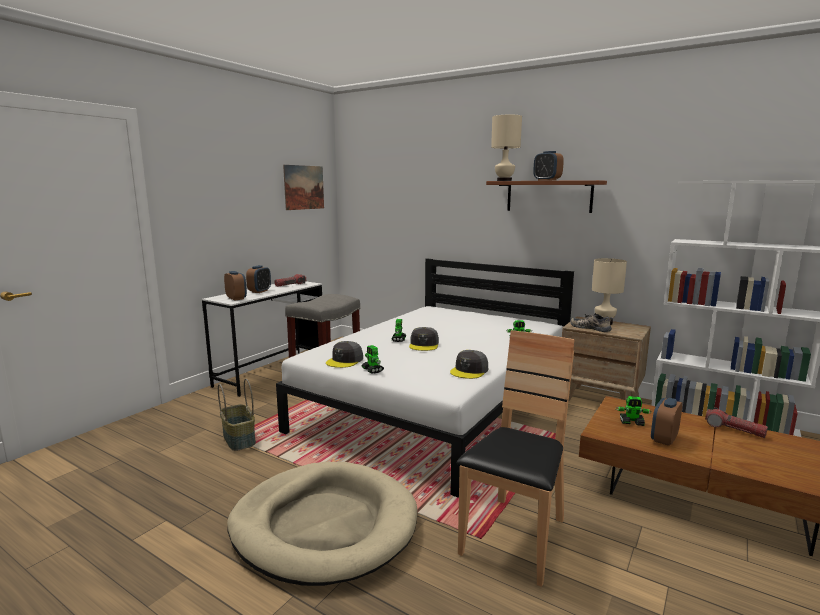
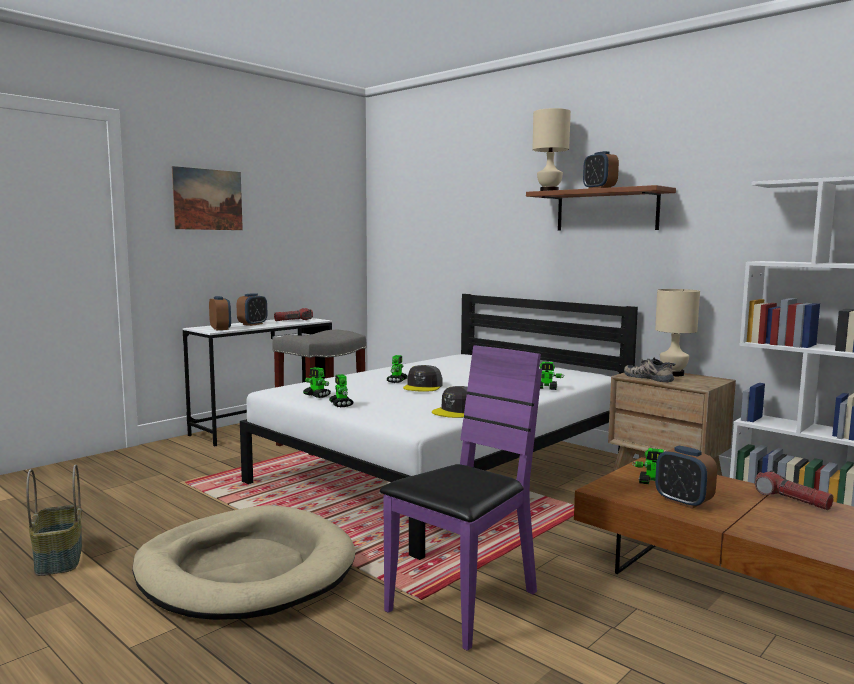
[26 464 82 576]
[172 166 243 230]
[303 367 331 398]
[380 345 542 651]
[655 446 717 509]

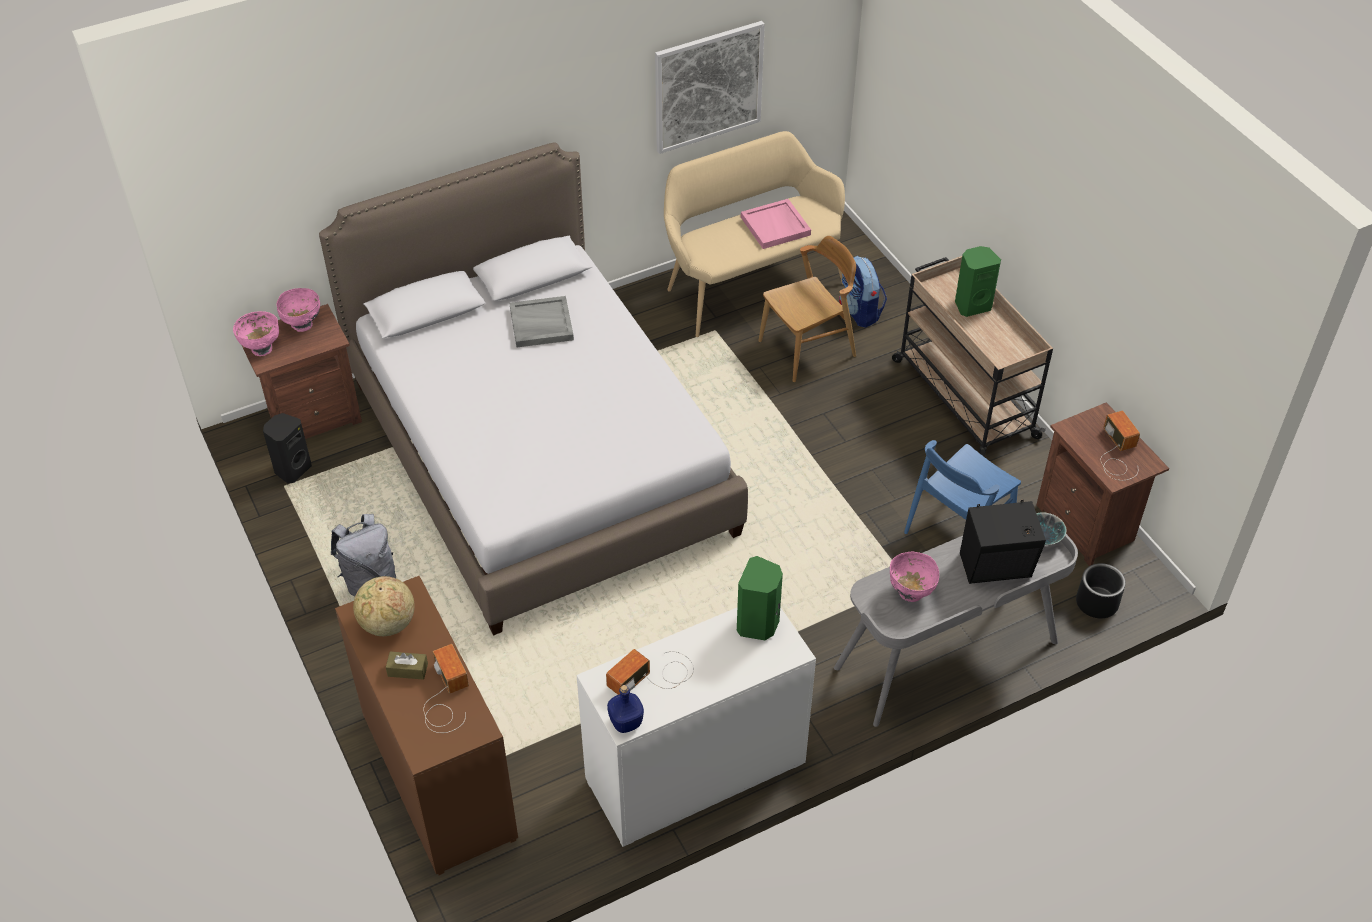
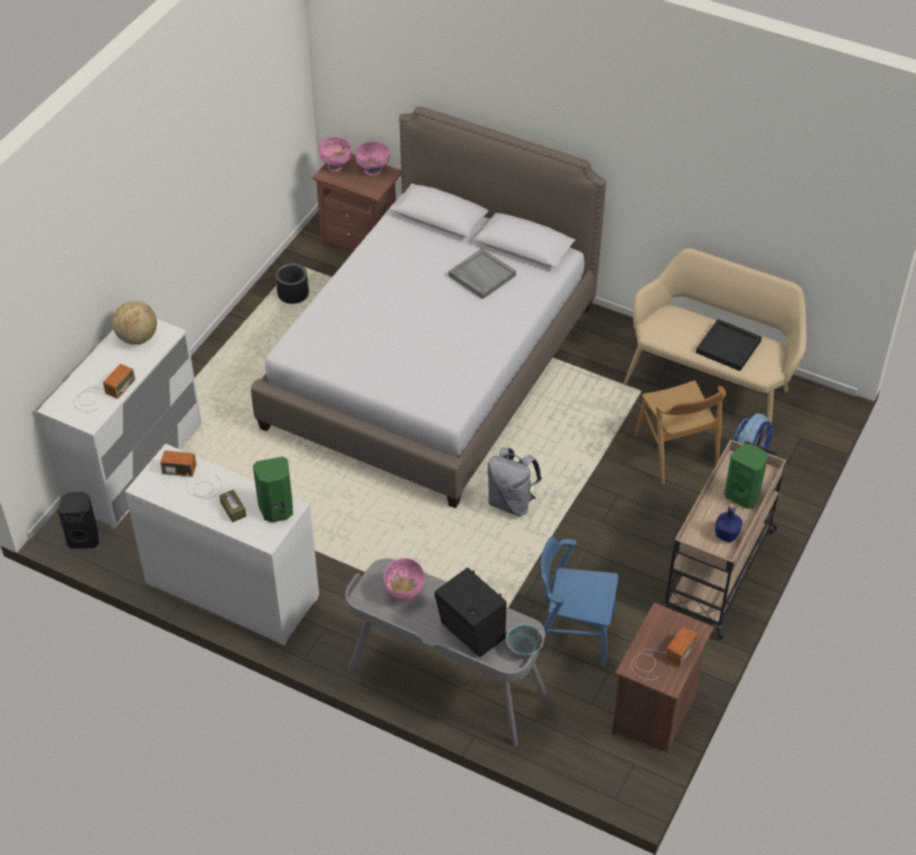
[58 492 99 549]
[488 448 542 516]
[37 319 202 529]
[219 490 246 522]
[715 504 743 542]
[655 21 765 154] (first image)
[696 319 762 371]
[634 380 726 484]
[276 263 309 304]

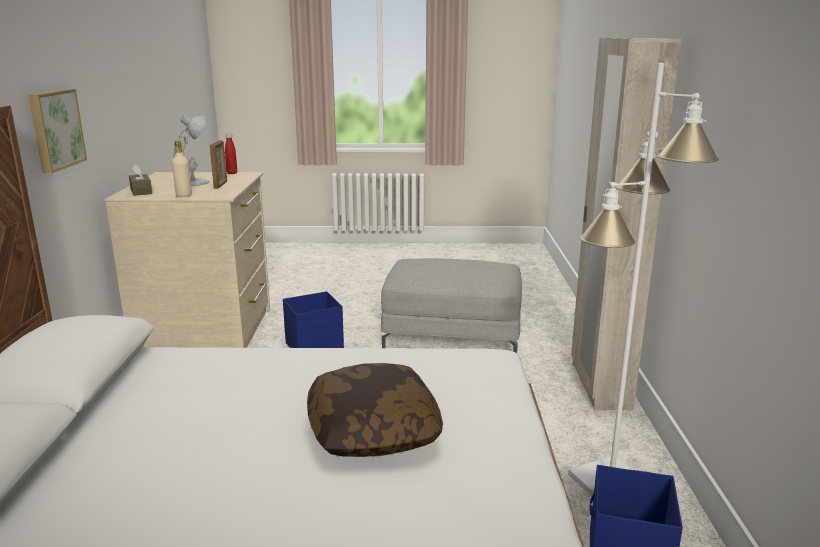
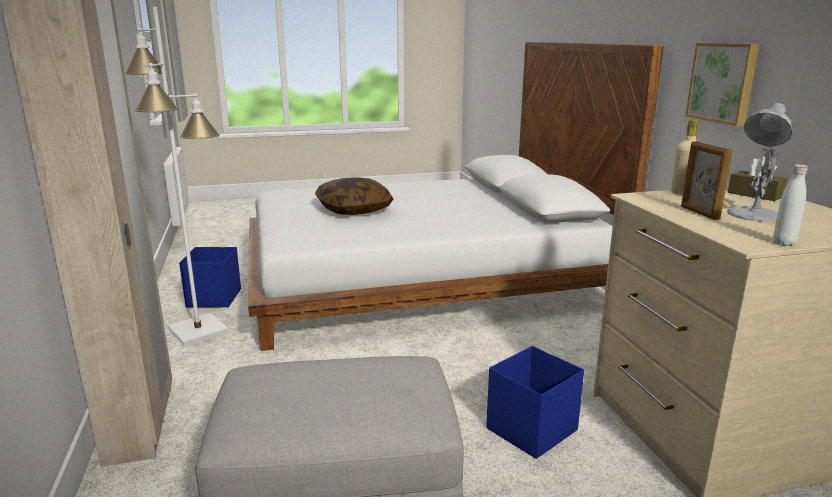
[773 164 808 246]

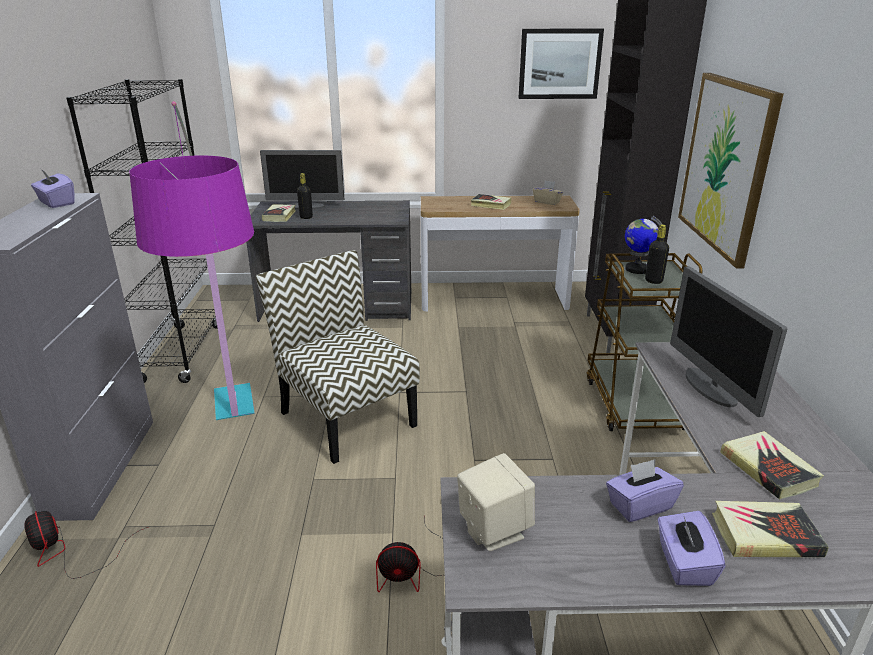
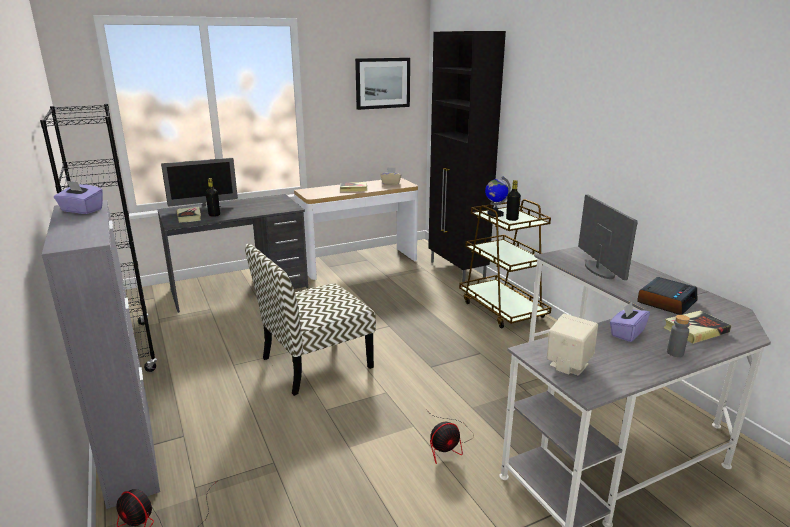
[129 101 255 420] (first image)
[245 244 376 396]
[667 315 690 357]
[578 195 638 280]
[678 73 784 268] (first image)
[637 277 697 315]

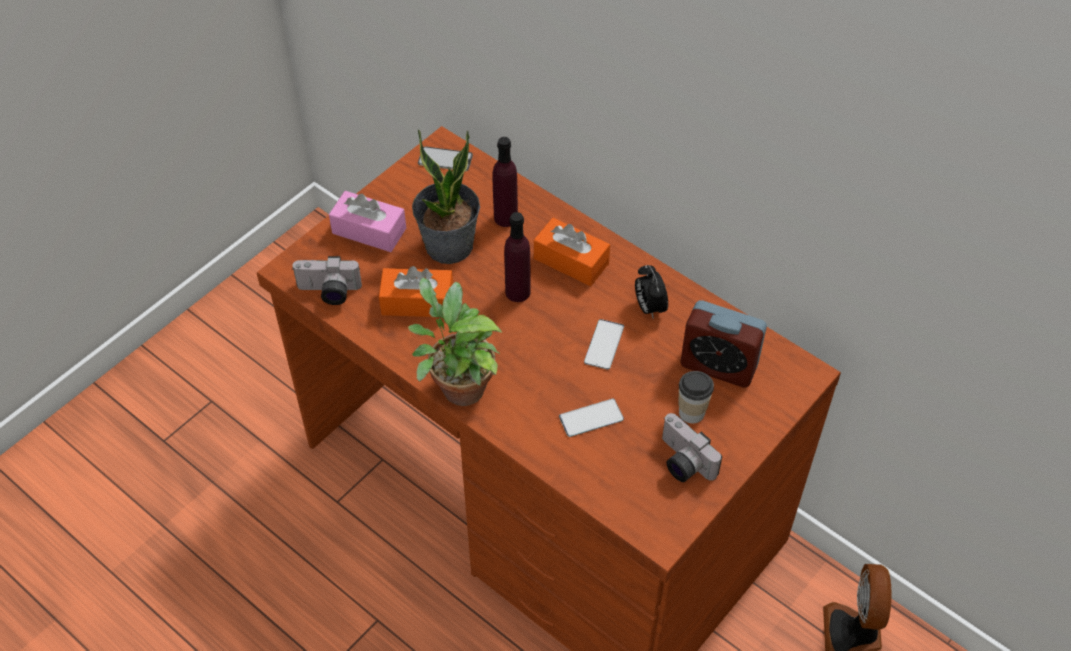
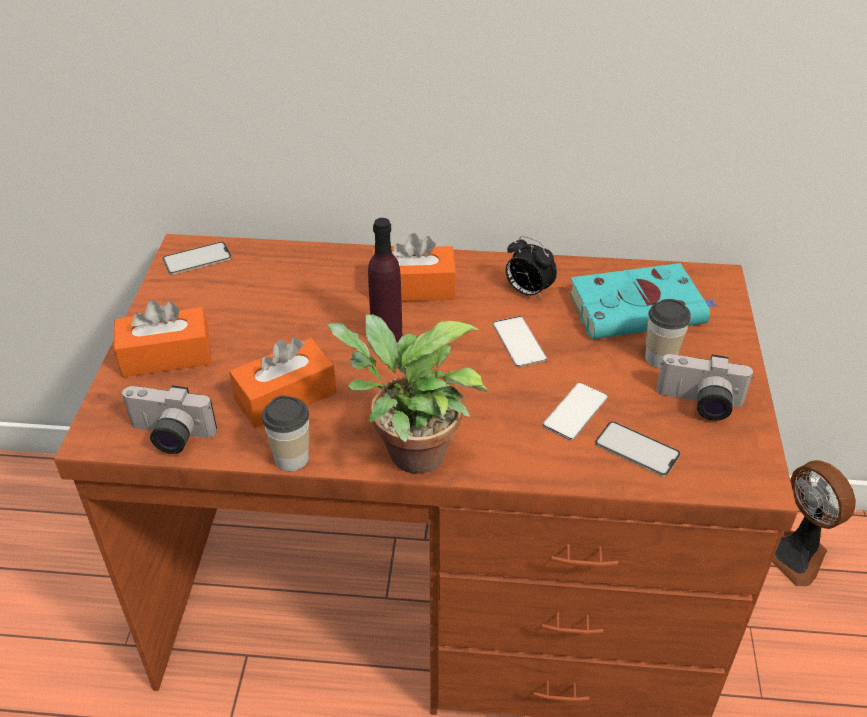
[122 385 217 454]
[114 300 212 377]
[412 129 480 264] (first image)
[493 137 518 227] (first image)
[569 263 718 339]
[262 395 309 471]
[595 421 681 477]

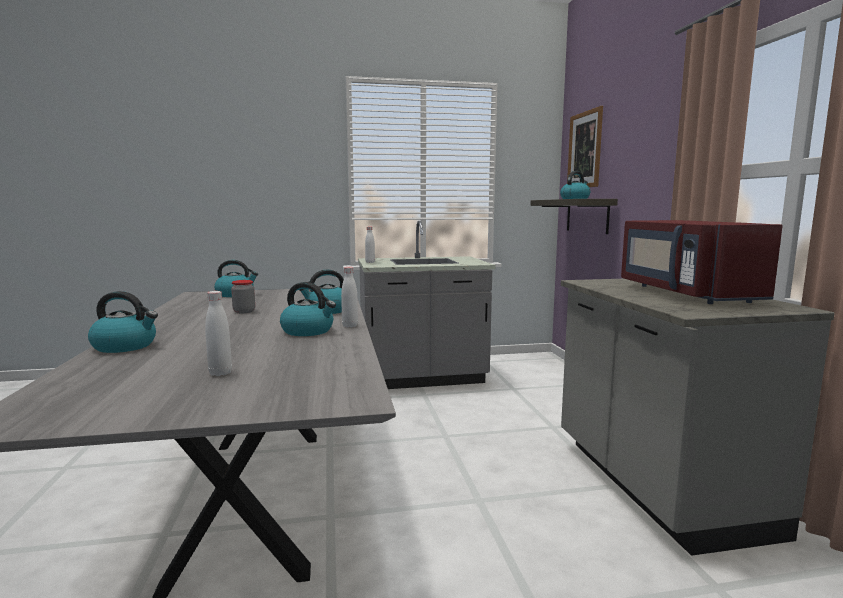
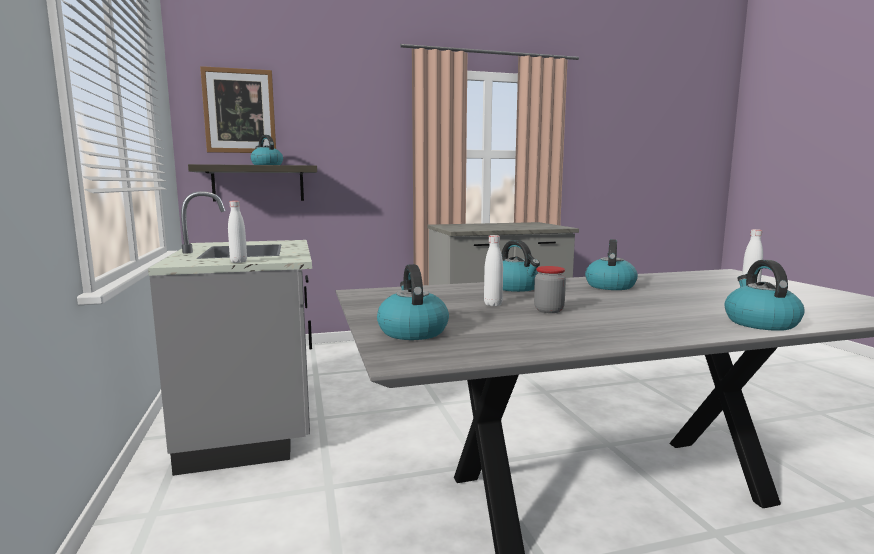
[484 235 503 306]
[621 220 783 304] (first image)

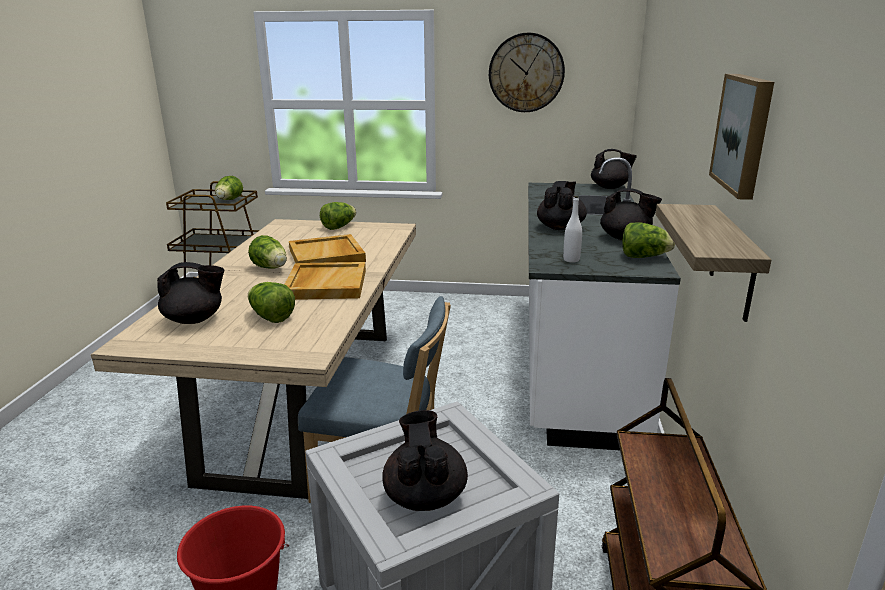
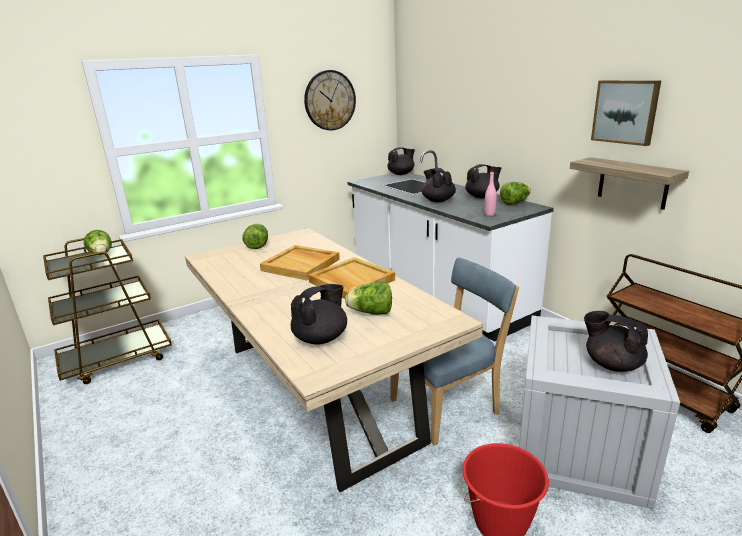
[248 235 287 269] (first image)
[484 171 497 216]

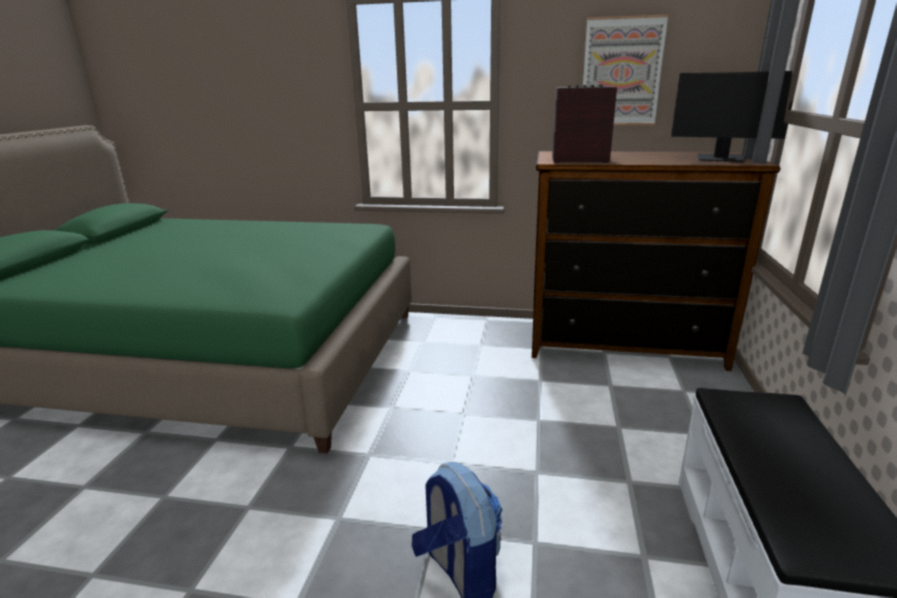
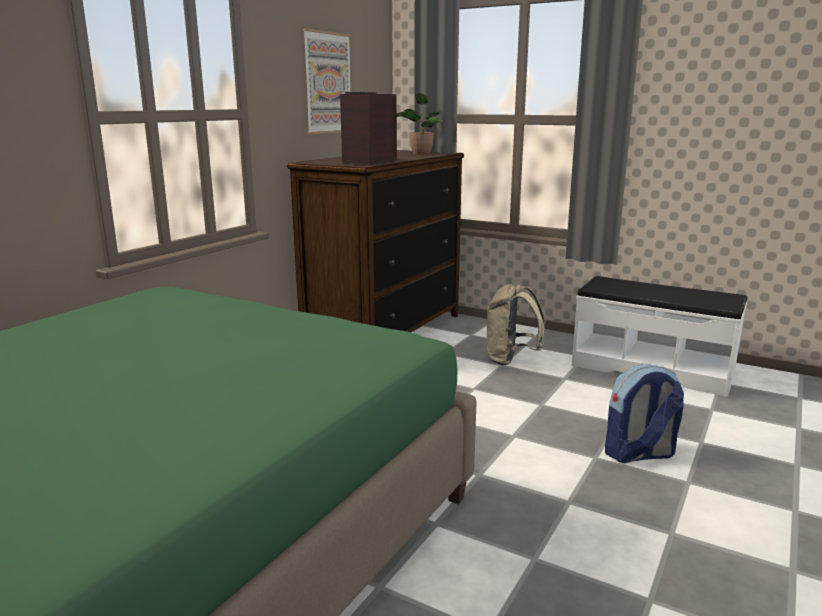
[397 93 445 154]
[487 284 545 365]

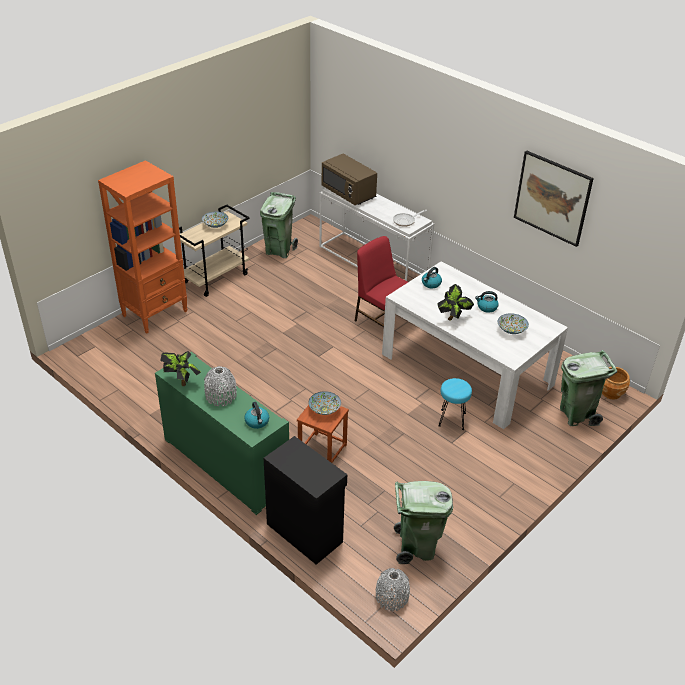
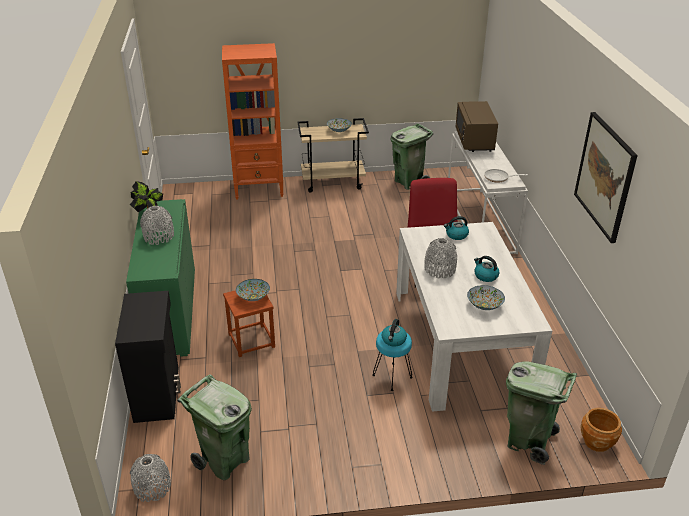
[382 319 407 346]
[424 238 457 278]

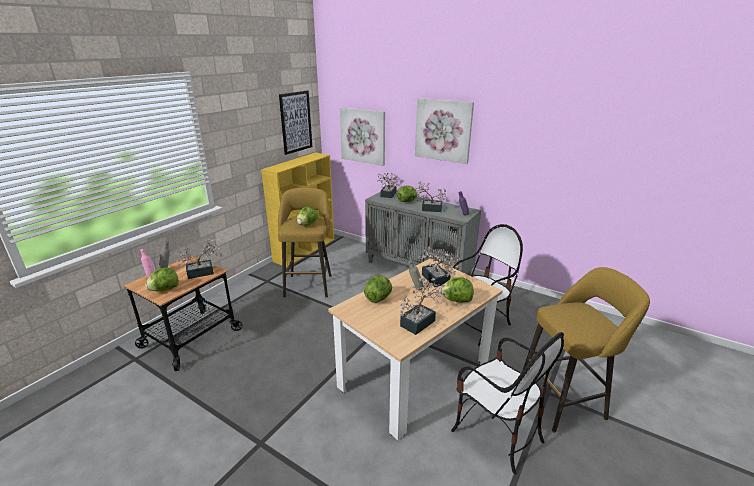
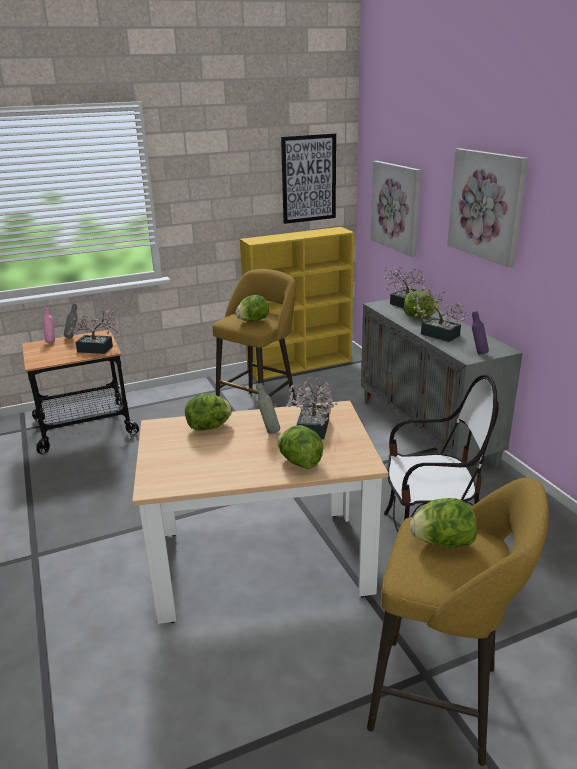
[410 498 477 547]
[400 277 446 335] (first image)
[451 332 564 474] (first image)

